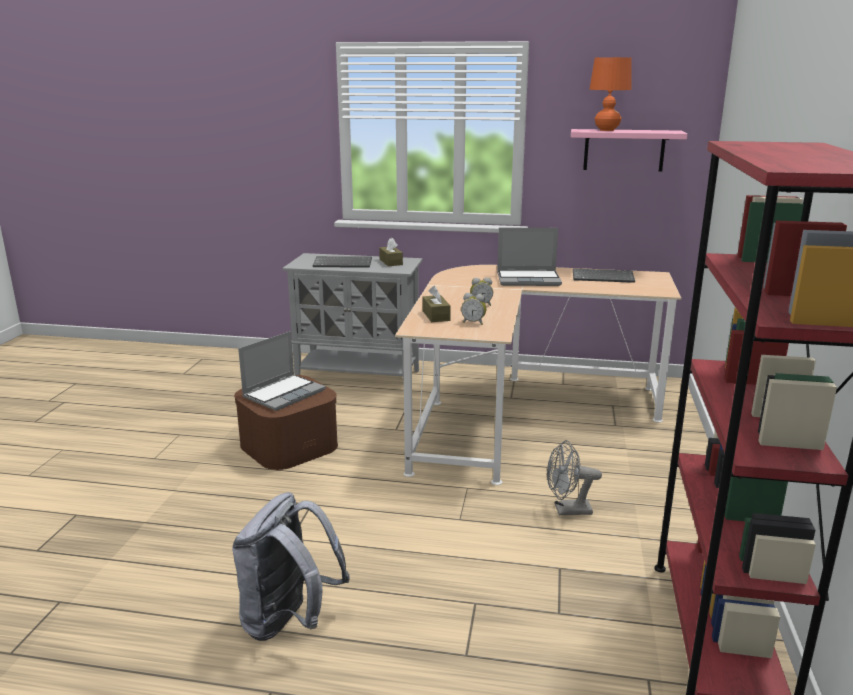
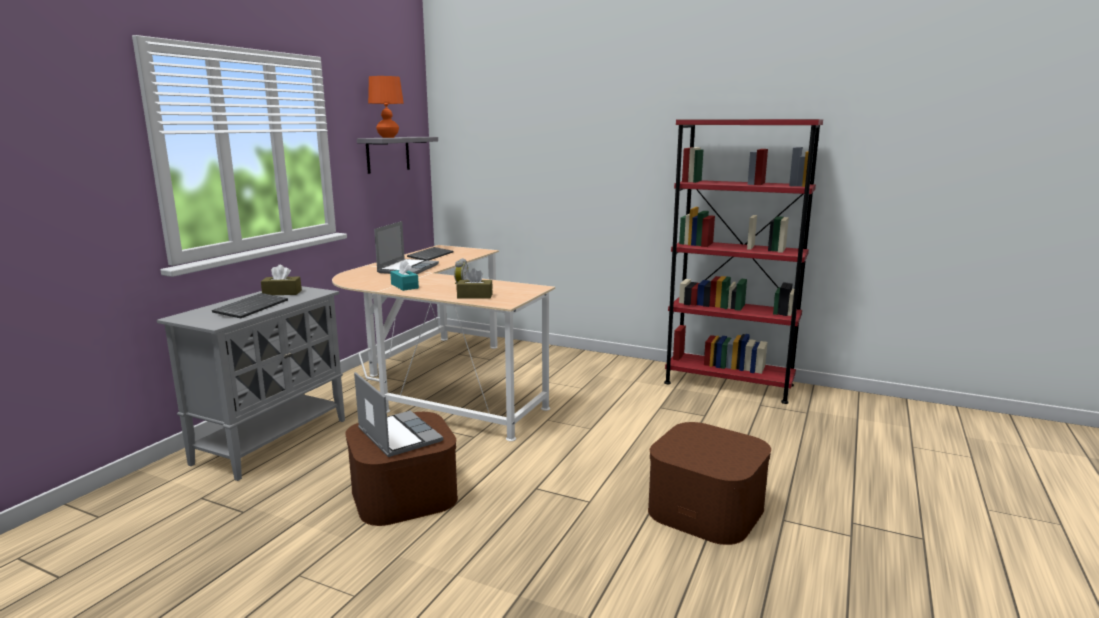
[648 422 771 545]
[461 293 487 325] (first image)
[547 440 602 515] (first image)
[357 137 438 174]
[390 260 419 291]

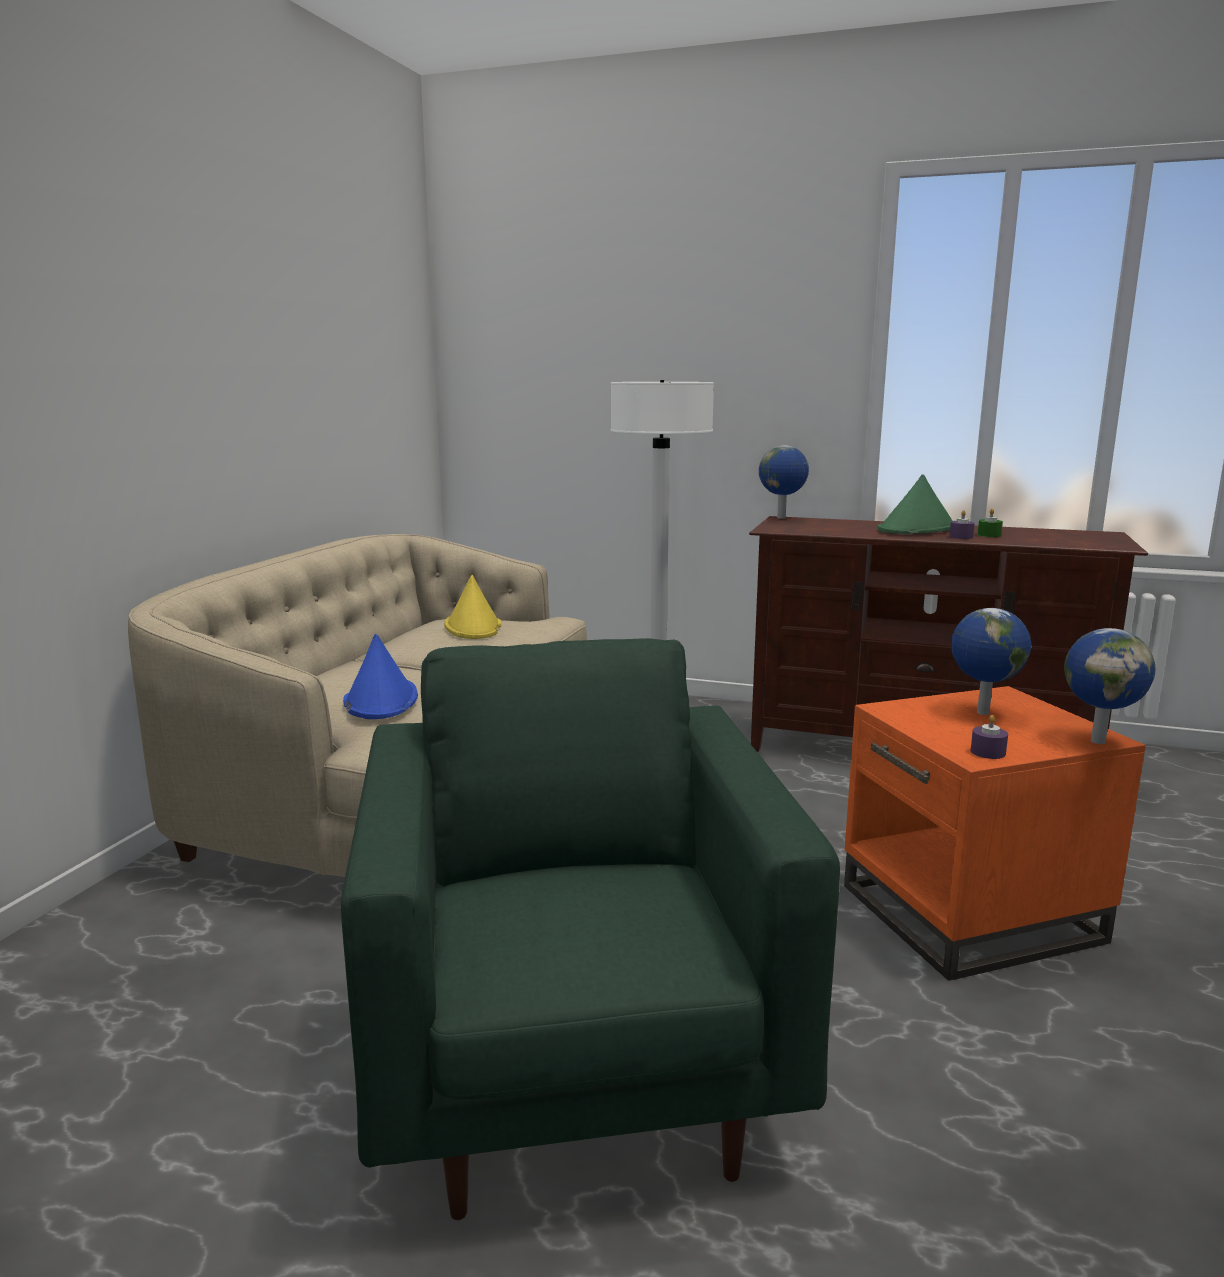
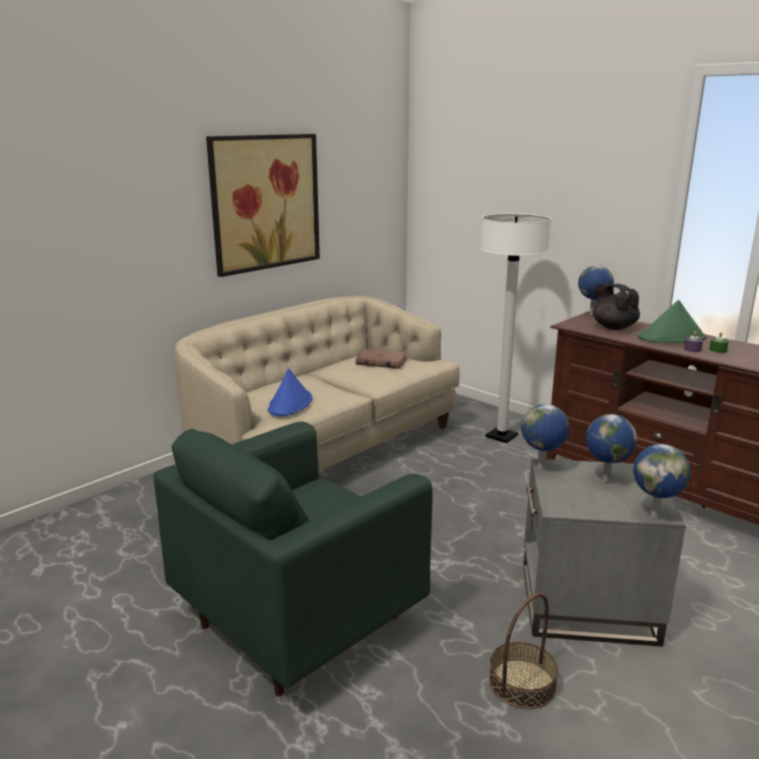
[153 421 433 697]
[356 349 407 369]
[523 459 686 646]
[971 715 1008 759] (first image)
[206 134 320 277]
[489 593 558 709]
[521 404 569 470]
[593 283 640 330]

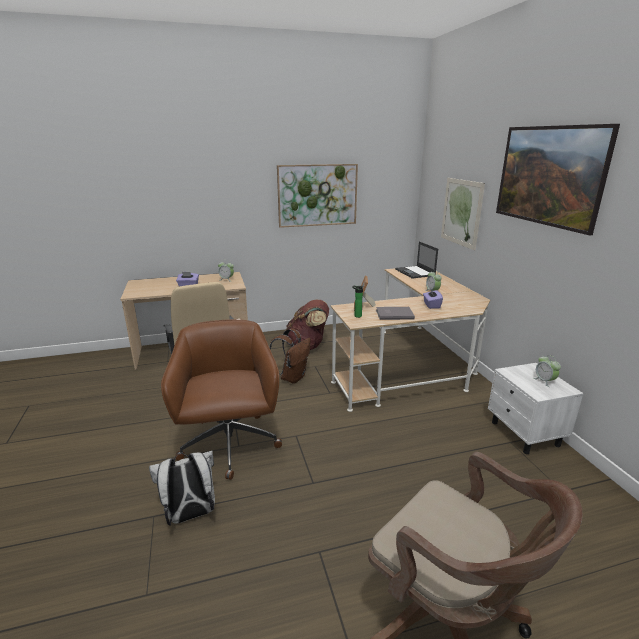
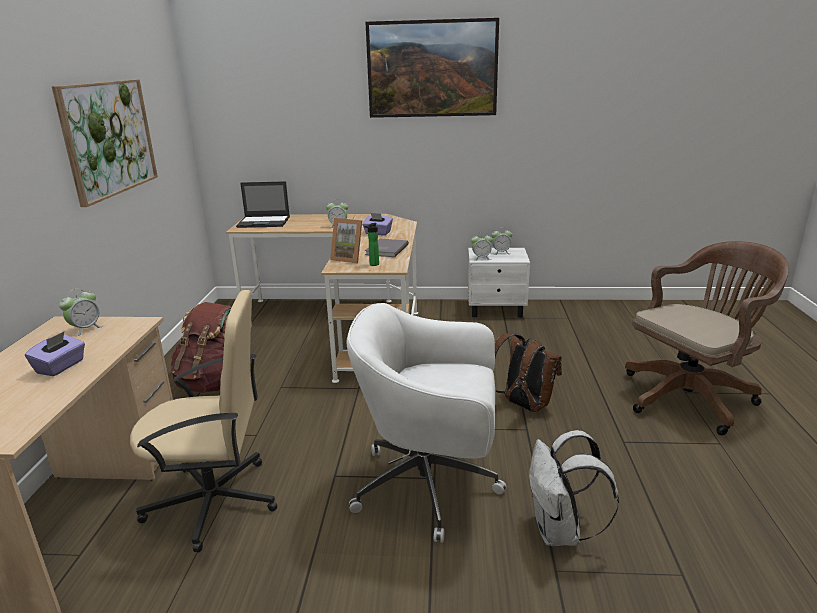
[347 303 507 543]
[495 333 562 412]
[441 178 485 250] (first image)
[471 232 493 261]

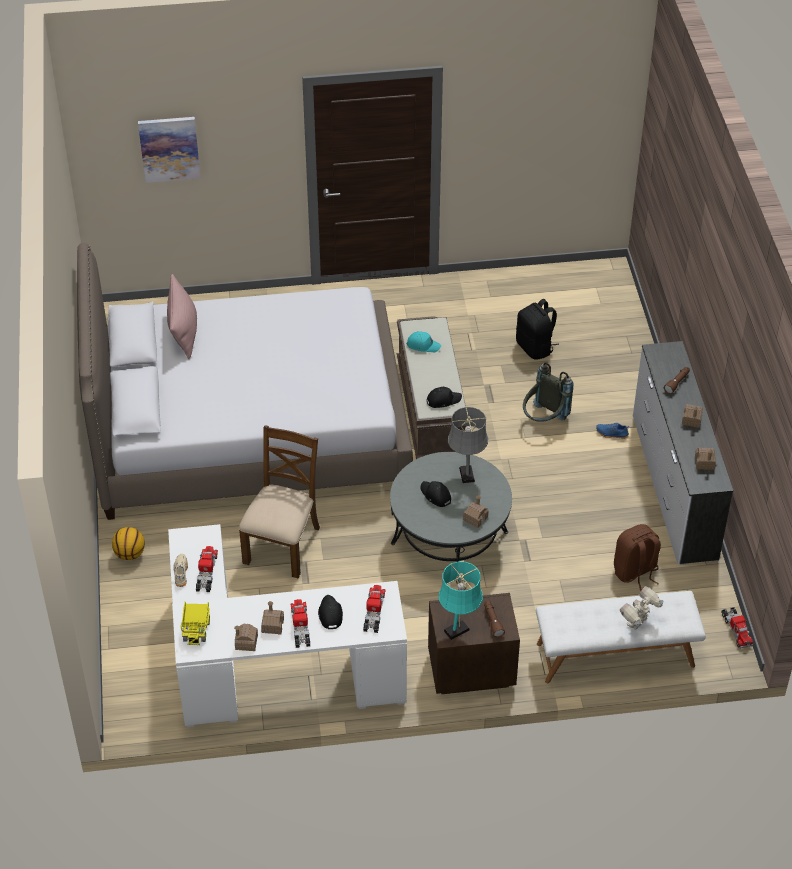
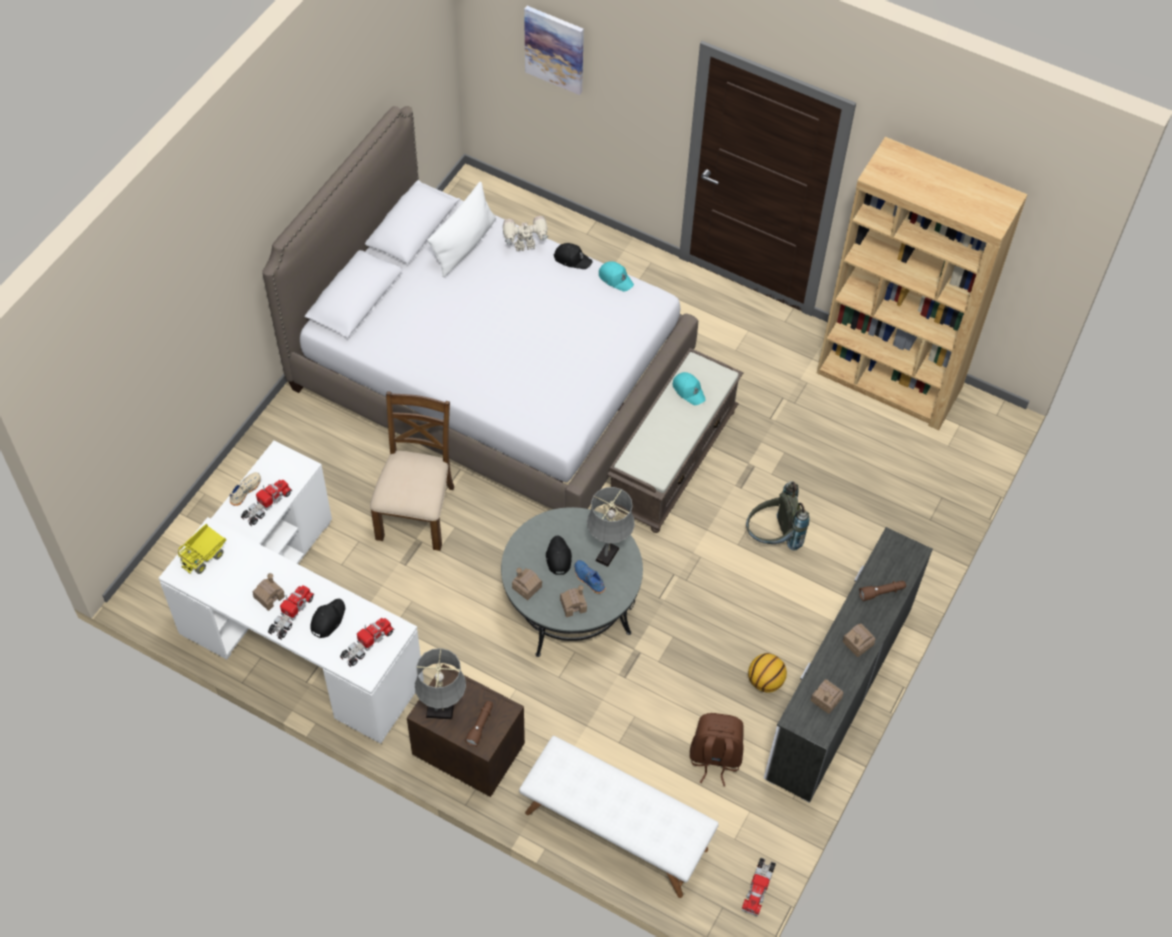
[748 653 787 693]
[428 182 496 277]
[512 568 542 601]
[370 391 454 551]
[553 243 593 269]
[415 648 466 720]
[516 299 559 359] (first image)
[574 560 605 594]
[503 216 548 251]
[599 261 634 292]
[817 137 1028 430]

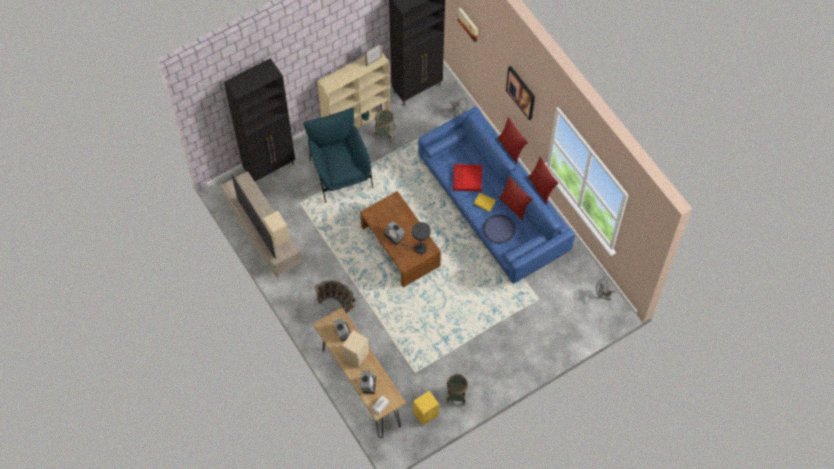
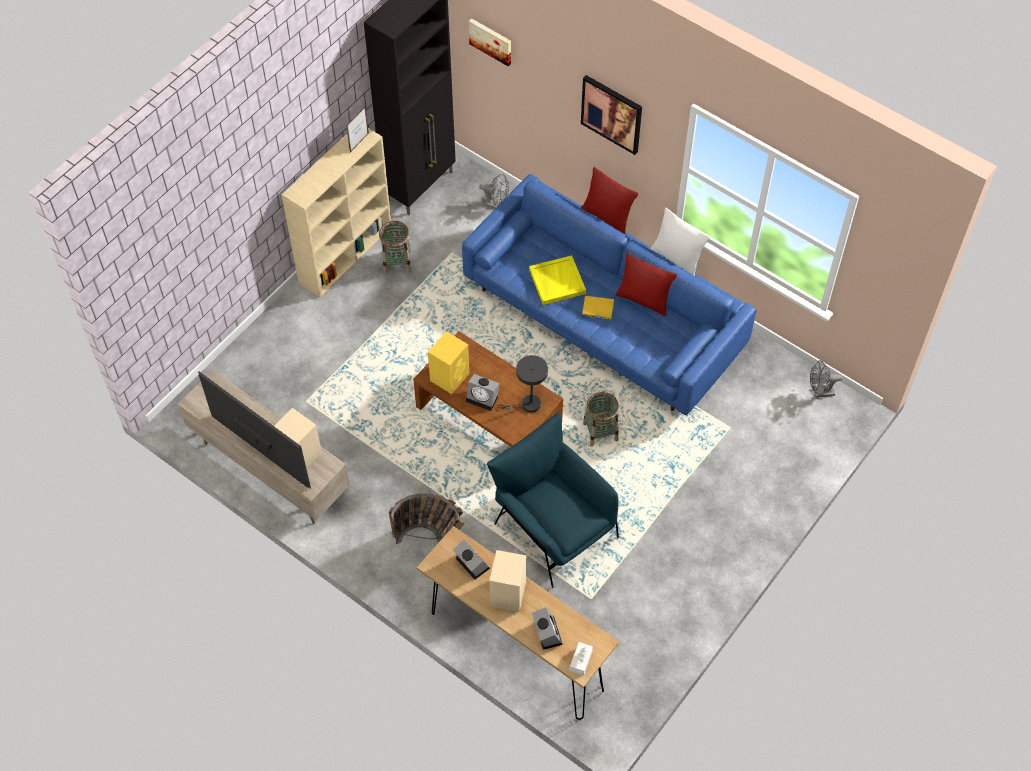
[224 58 295 183] (first image)
[487 413 619 588]
[428 331 469 394]
[583 392 619 447]
[529 255 586 305]
[483 214 515 243] (first image)
[651 208 710 276]

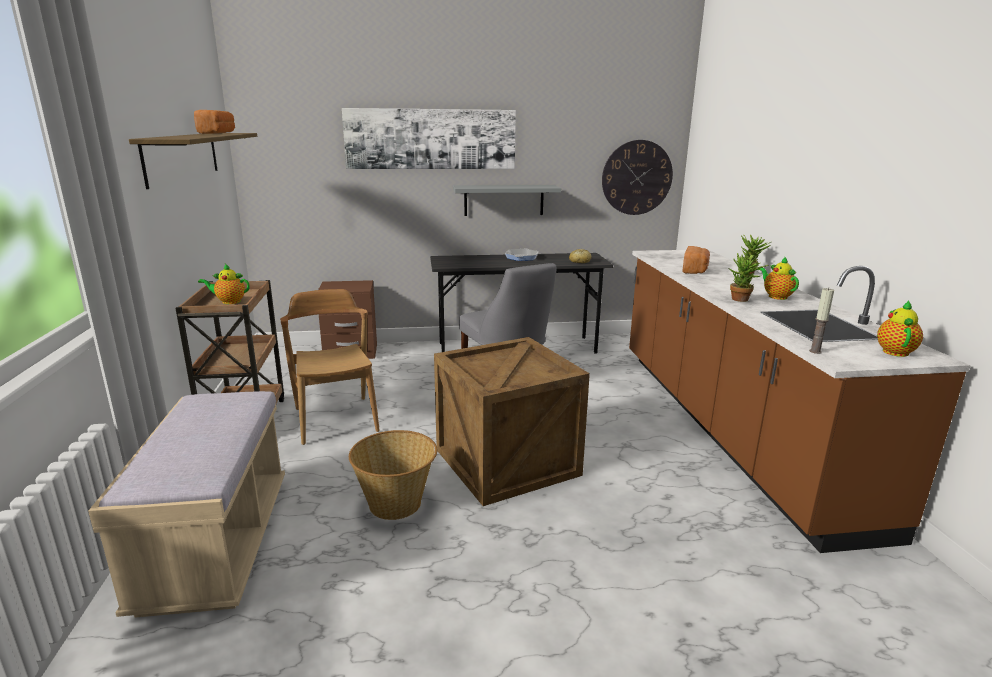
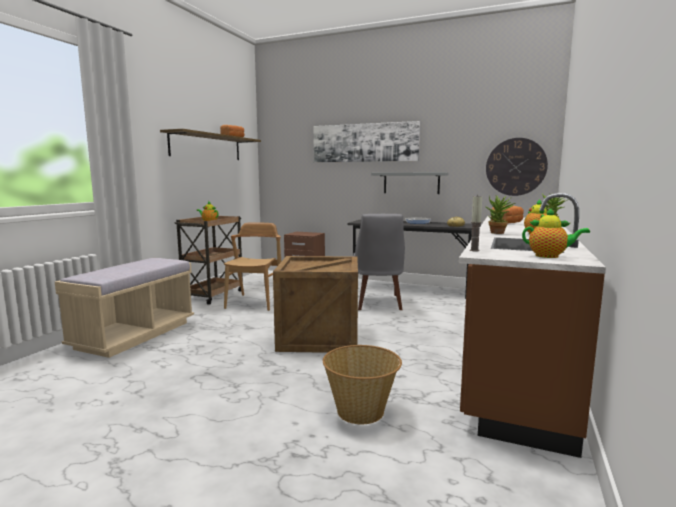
[323 345 402 424]
[522 207 590 258]

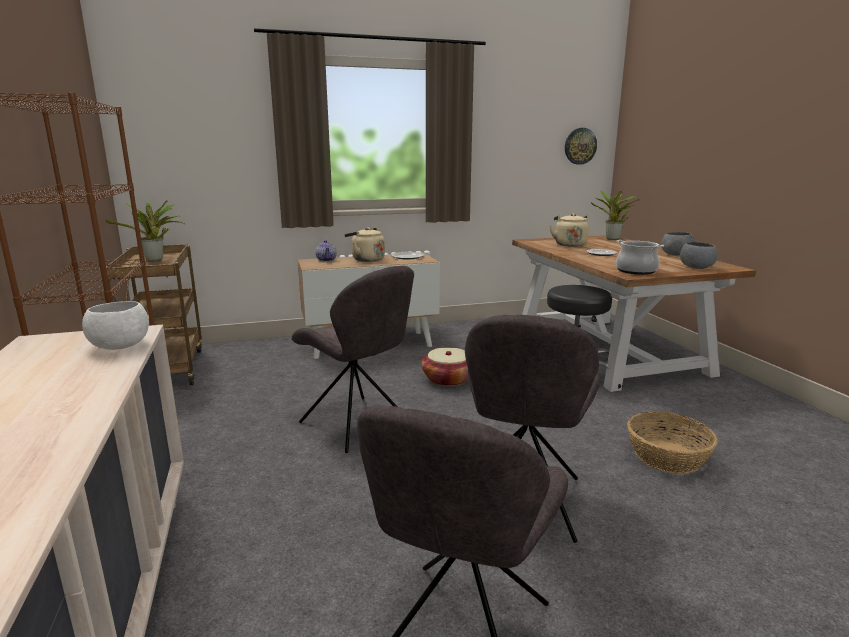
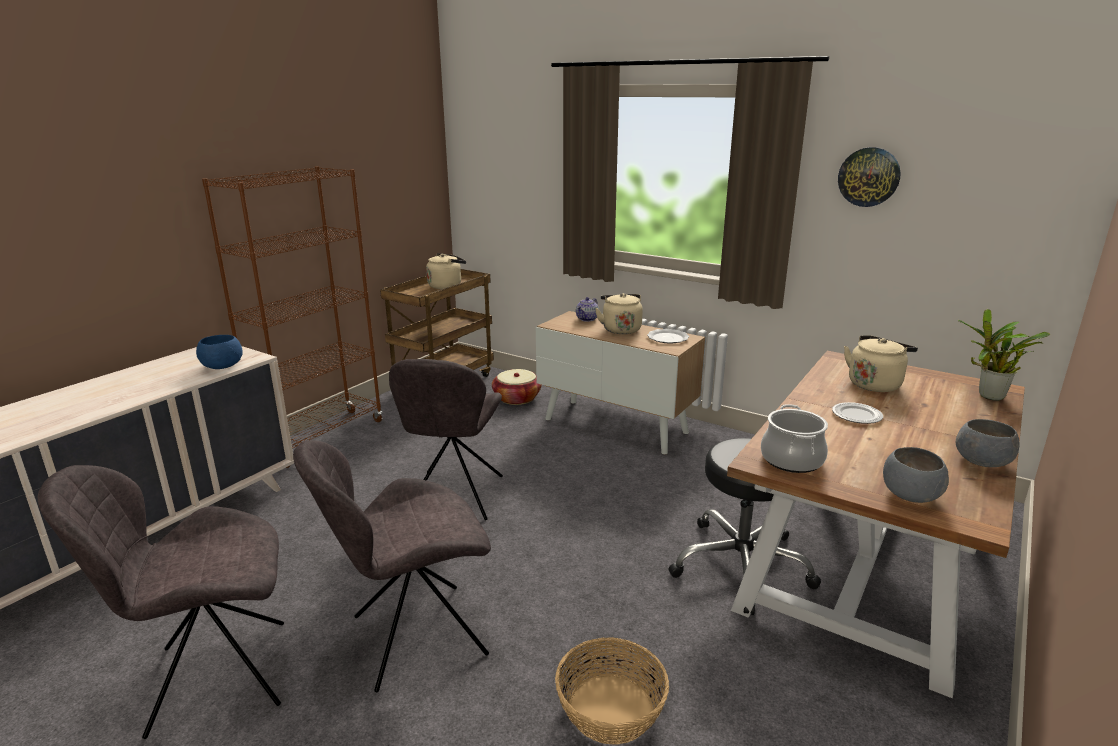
[196 335 242 369]
[426 253 466 289]
[492 369 542 405]
[838 147 901 207]

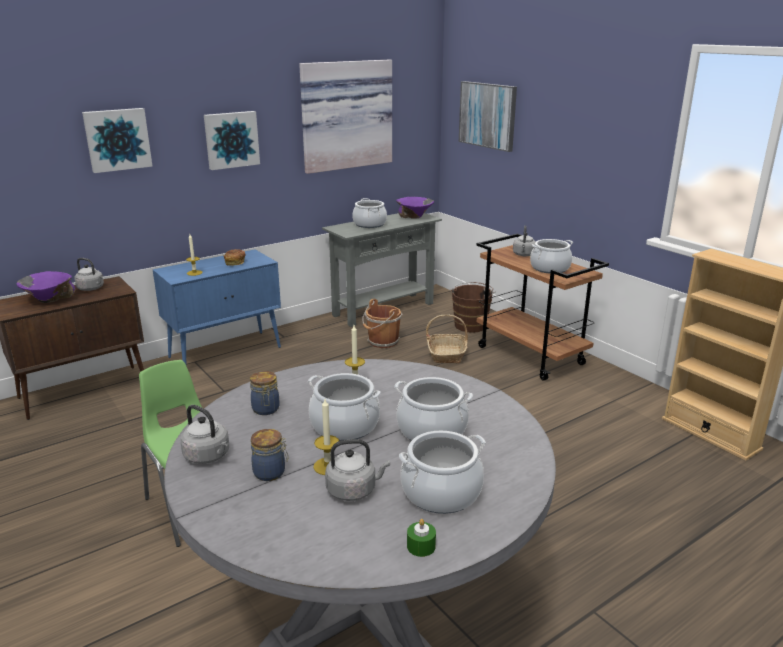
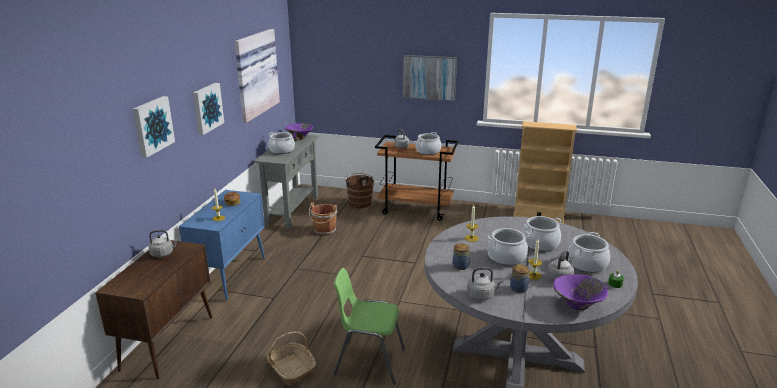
[553 274 608 310]
[267 332 316 386]
[403 55 457 101]

